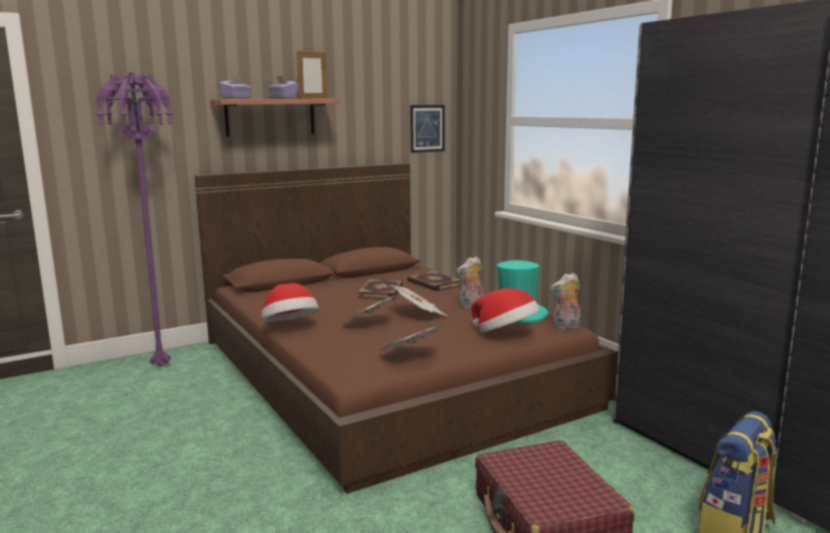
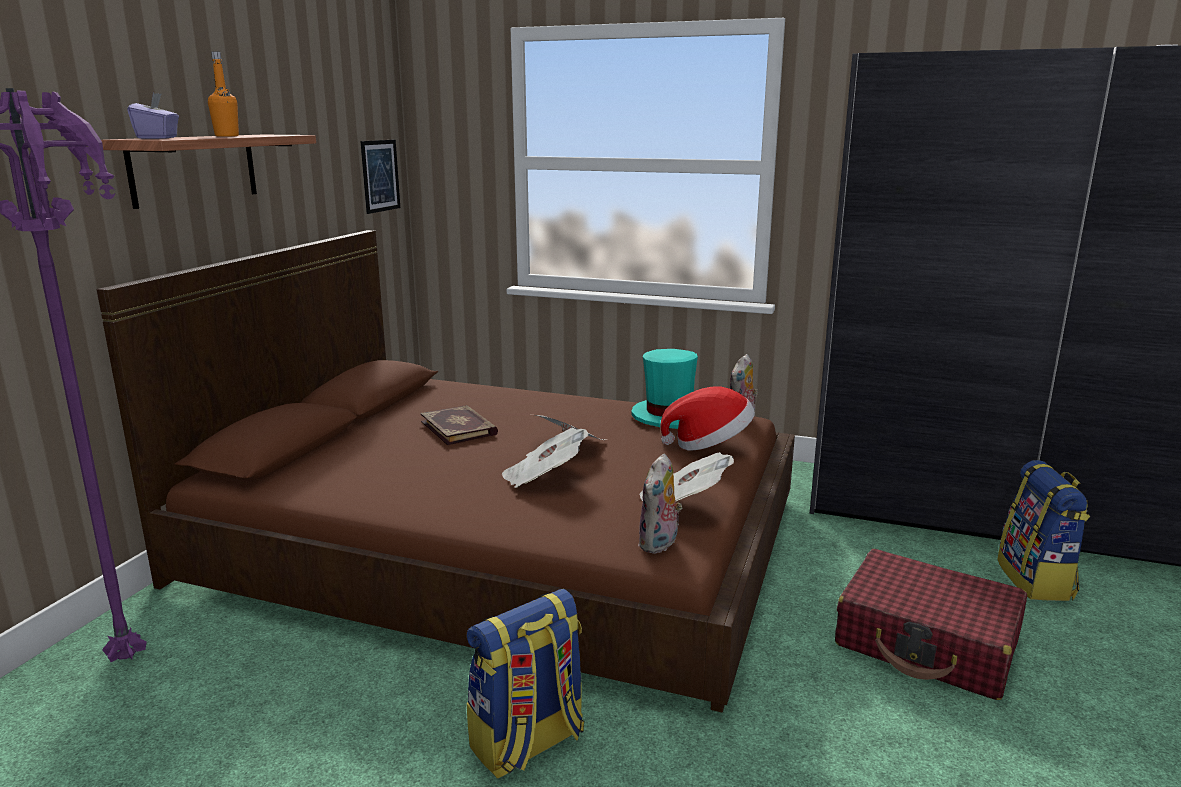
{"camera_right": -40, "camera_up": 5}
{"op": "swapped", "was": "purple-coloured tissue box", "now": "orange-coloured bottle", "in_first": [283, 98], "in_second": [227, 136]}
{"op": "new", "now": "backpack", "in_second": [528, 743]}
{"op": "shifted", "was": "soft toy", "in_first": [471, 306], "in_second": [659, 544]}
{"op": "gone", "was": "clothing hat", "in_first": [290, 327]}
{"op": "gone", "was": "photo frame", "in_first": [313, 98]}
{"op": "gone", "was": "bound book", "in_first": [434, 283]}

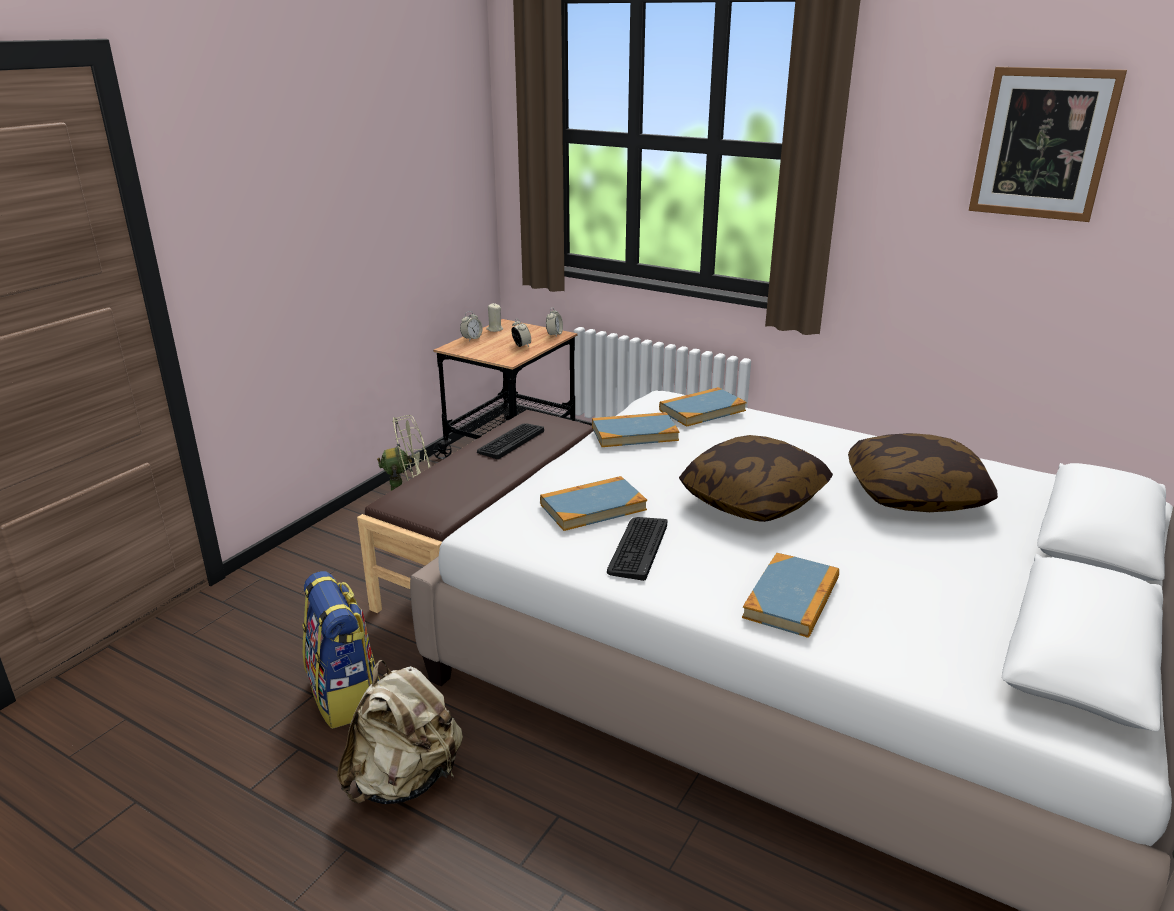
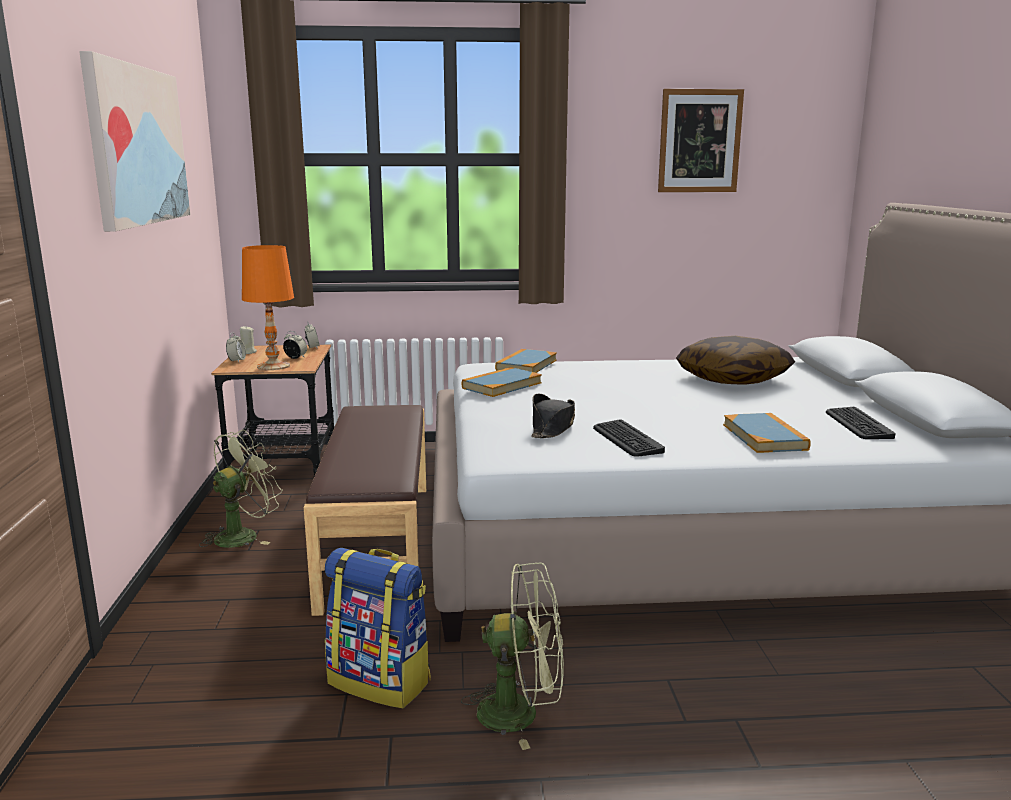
{"camera_right": -35, "camera_up": -10}
{"op": "new", "now": "picture", "in_second": [136, 145]}
{"op": "new", "now": "orange-coloured lamp for a table", "in_second": [273, 366]}
{"op": "swapped", "was": "beige backpack", "now": "green cooling fan", "in_first": [405, 780], "in_second": [521, 712]}
{"op": "swapped", "was": "bound book", "now": "blackish clothing hat", "in_first": [593, 507], "in_second": [552, 427]}
{"op": "shifted", "was": "PC keyboard", "in_first": [510, 441], "in_second": [858, 424]}
{"op": "gone", "was": "throw pillow", "in_first": [753, 499]}

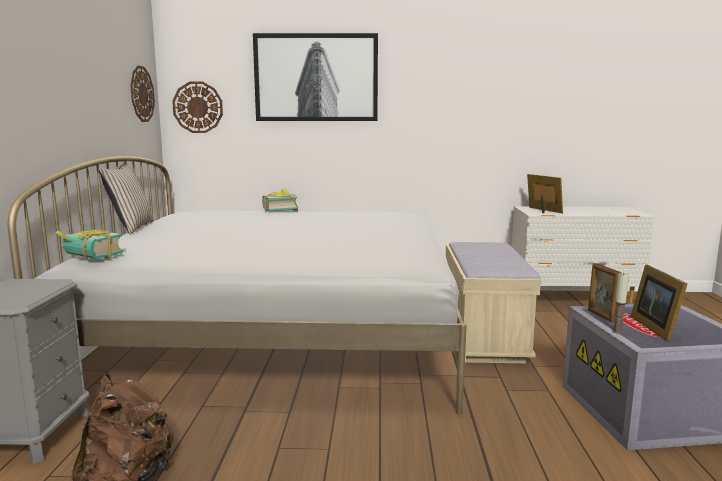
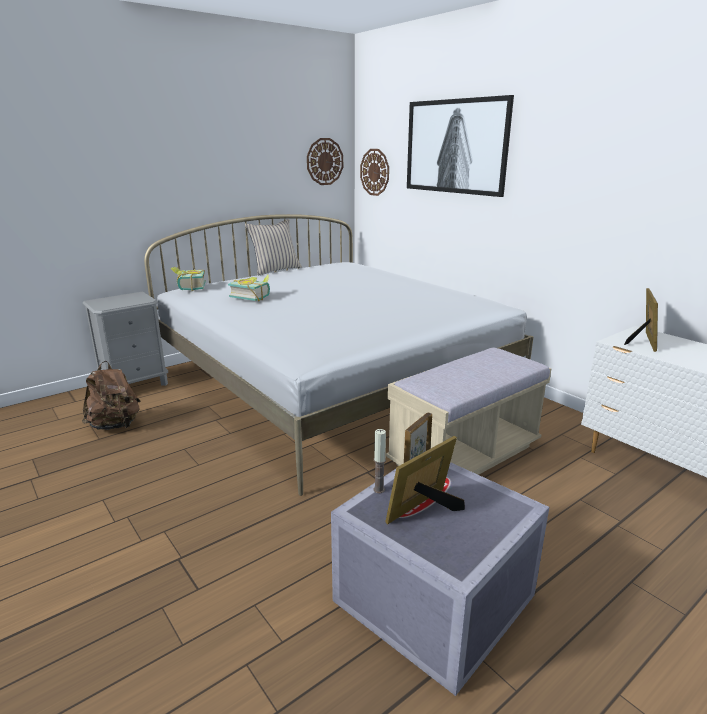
{"camera_right": 50, "camera_up": 10}
{"op": "shifted", "was": "bound book", "in_first": [279, 210], "in_second": [252, 297]}

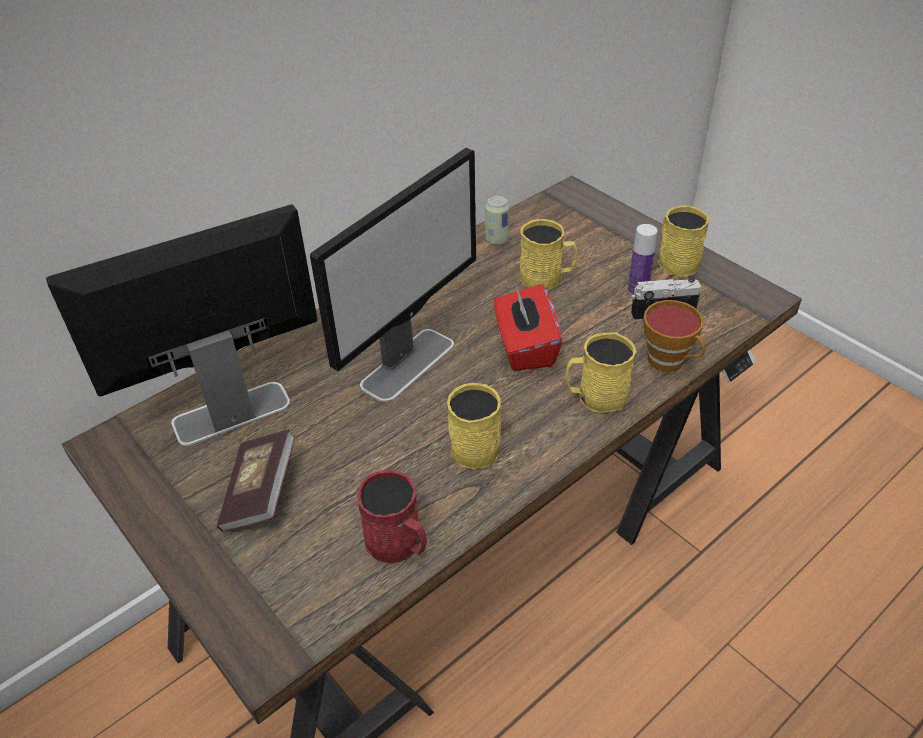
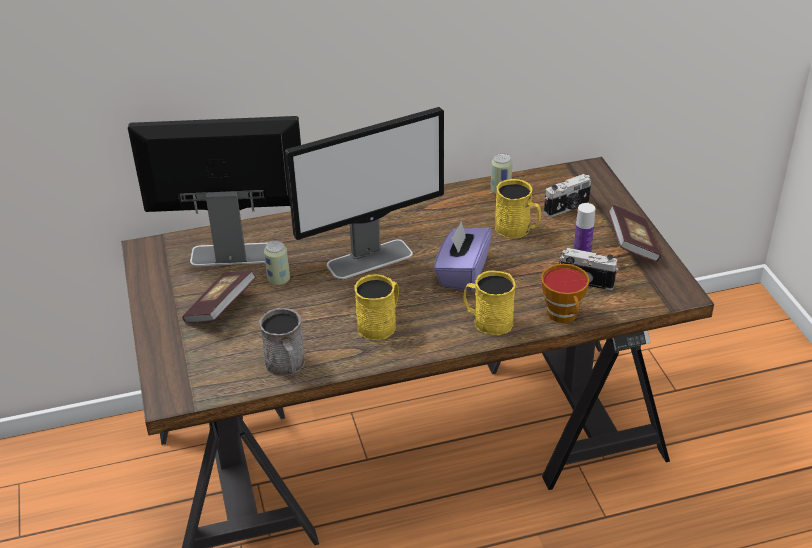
{"camera_right": 25, "camera_up": -5}
{"op": "repainted", "was": "red coffee mug", "now": "greyish coffee mug", "in_first": [399, 544], "in_second": [287, 366]}
{"op": "new", "now": "sealed can", "in_second": [278, 280]}
{"op": "repainted", "was": "red tissue box", "now": "purple-coloured tissue box", "in_first": [525, 347], "in_second": [462, 273]}
{"op": "new", "now": "still camera", "in_second": [567, 208]}
{"op": "swapped", "was": "yellow-coloured coffee mug", "now": "bound book", "in_first": [675, 260], "in_second": [632, 245]}

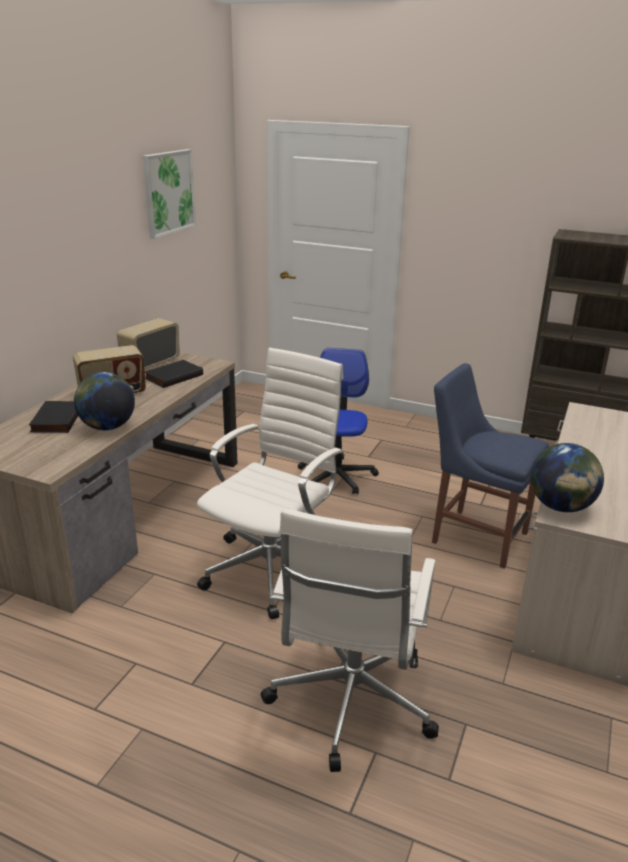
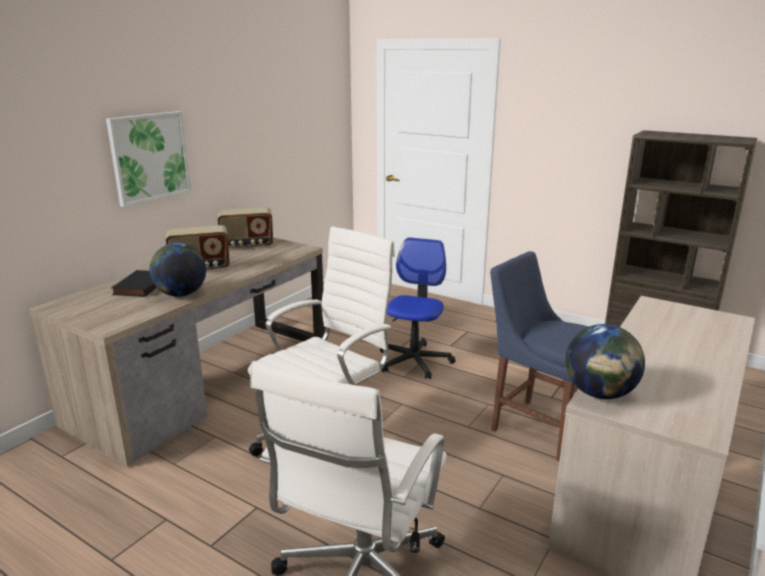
{"camera_right": 10, "camera_up": -5}
{"op": "shifted", "was": "picture", "in_first": [168, 192], "in_second": [149, 157]}
{"op": "rotated", "was": "radio set", "in_first": [150, 363], "in_second": [247, 246], "clockwise": -150}
{"op": "gone", "was": "blackish bound book", "in_first": [173, 376]}

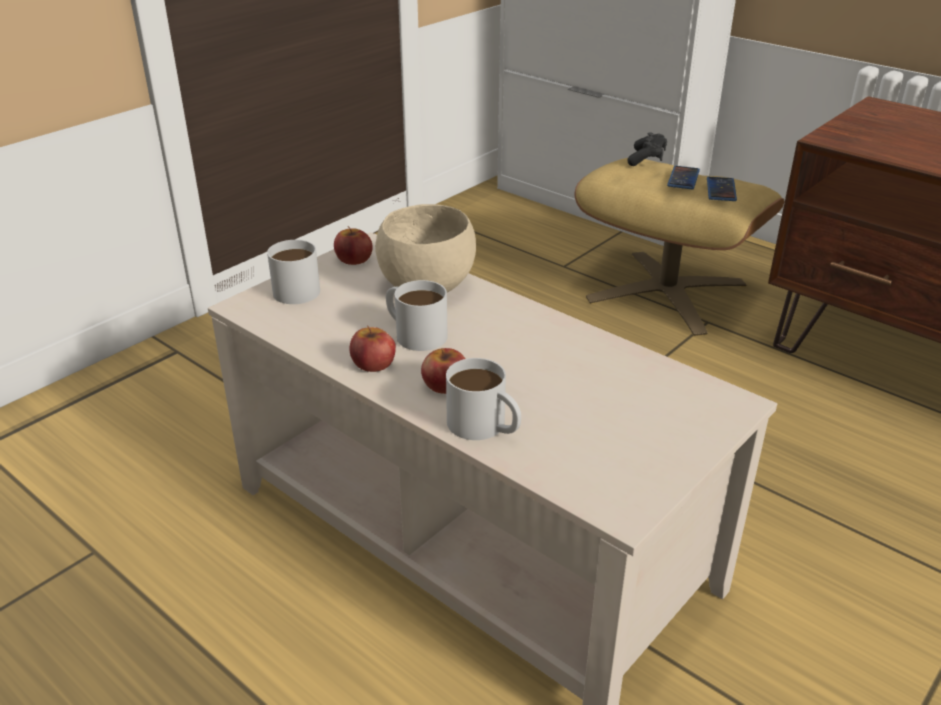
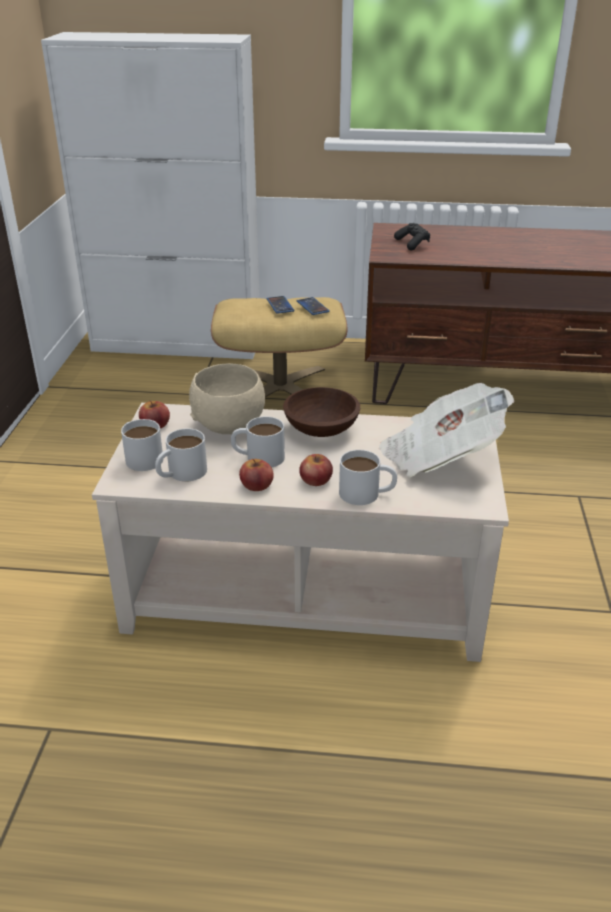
{"camera_right": -35, "camera_up": 0}
{"op": "new", "now": "white-coloured coffee mug", "in_second": [181, 473]}
{"op": "new", "now": "brown-coloured deep dish", "in_second": [320, 429]}
{"op": "new", "now": "newspaper", "in_second": [440, 456]}
{"op": "shifted", "was": "blackish gamepad", "in_first": [646, 159], "in_second": [412, 244]}

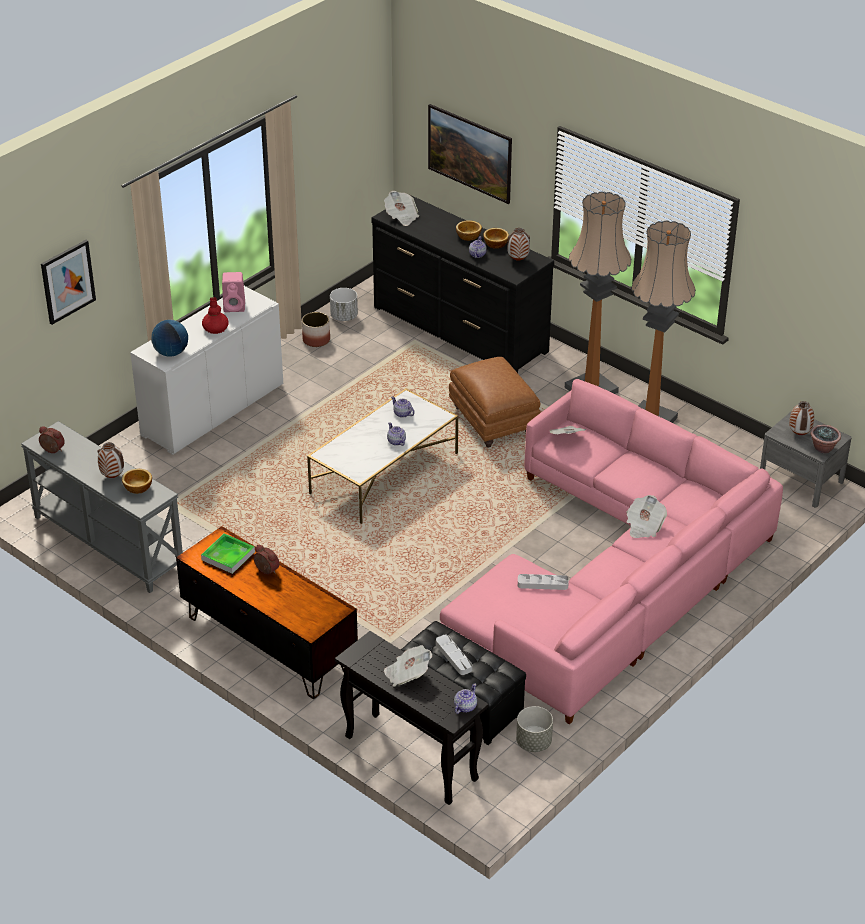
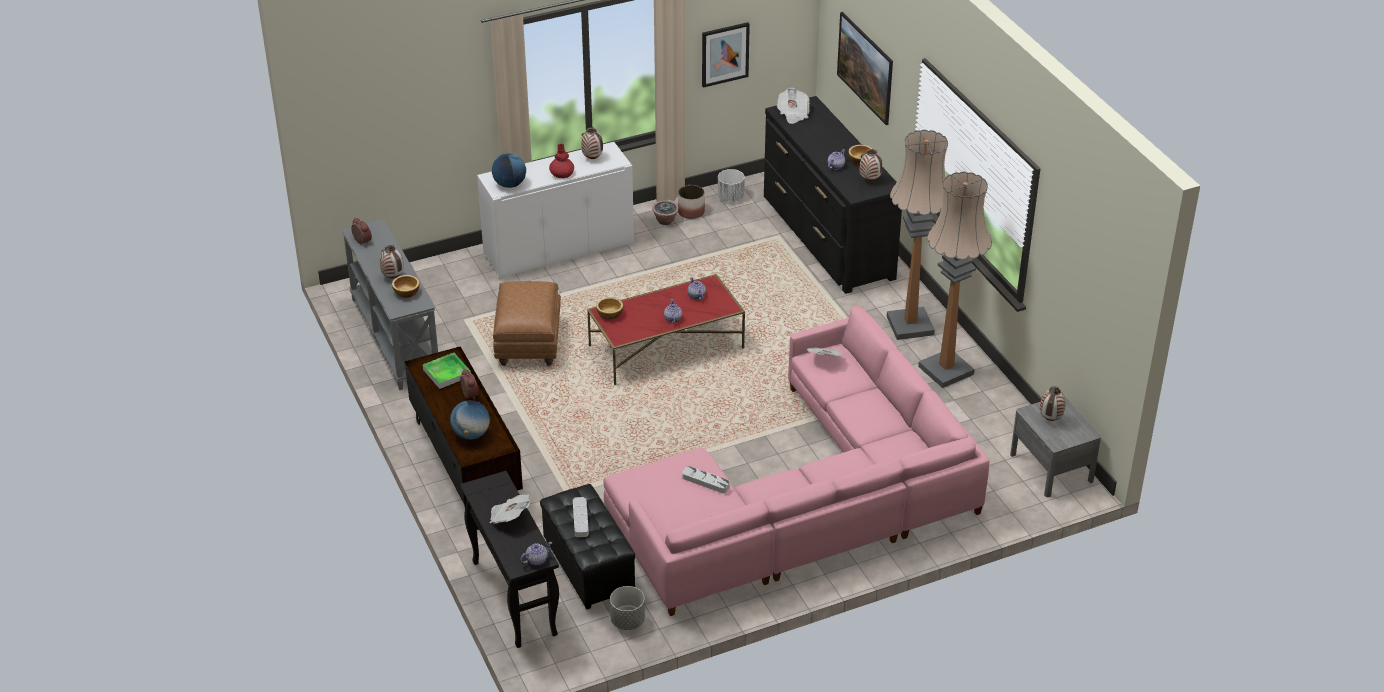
{"camera_right": 25, "camera_up": 0}
{"op": "new", "now": "globe", "in_second": [471, 434]}
{"op": "shifted", "was": "brown-coloured footrest", "in_first": [494, 422], "in_second": [529, 344]}
{"op": "swapped", "was": "pink audio speaker", "now": "vase", "in_first": [235, 306], "in_second": [593, 158]}
{"op": "repainted", "was": "white-coloured coffee table", "now": "red coffee table", "in_first": [384, 474], "in_second": [666, 347]}
{"op": "shifted", "was": "deep dish", "in_first": [468, 236], "in_second": [609, 314]}
{"op": "shifted", "was": "houseplant", "in_first": [823, 448], "in_second": [665, 221]}
{"op": "shifted", "was": "picture", "in_first": [67, 281], "in_second": [725, 54]}
{"op": "gone", "was": "newspaper", "in_first": [644, 526]}

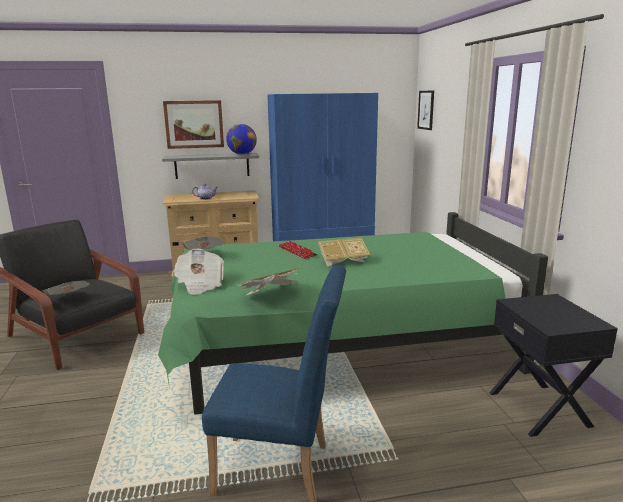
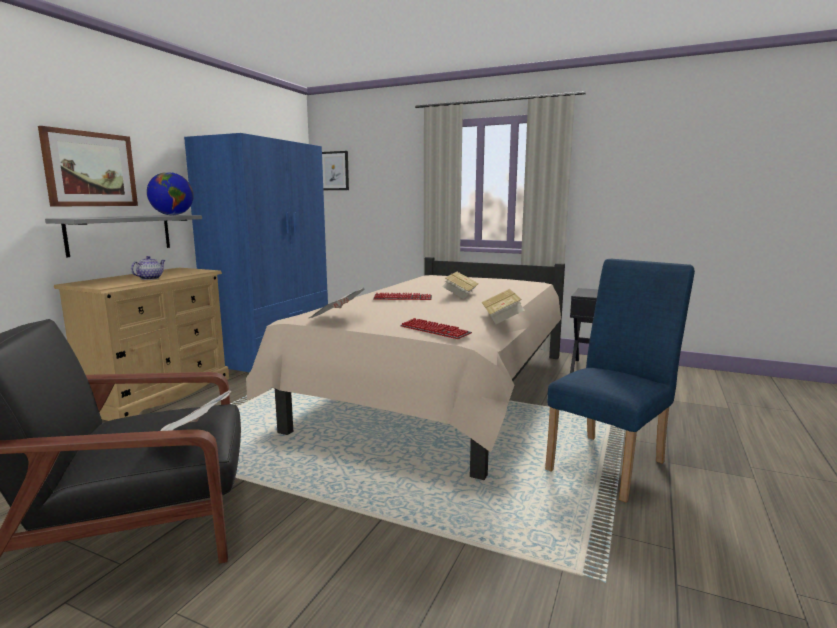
{"camera_right": -55, "camera_up": -5}
{"op": "repainted", "was": "green bed", "now": "beige bed", "in_first": [335, 347], "in_second": [441, 392]}
{"op": "swapped", "was": "newspaper", "now": "PC keyboard", "in_first": [200, 284], "in_second": [434, 331]}

